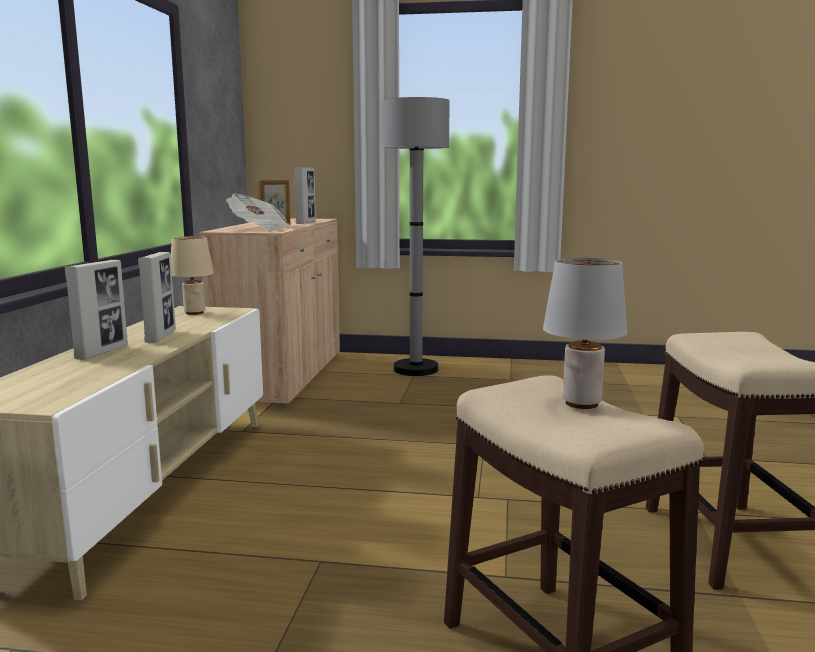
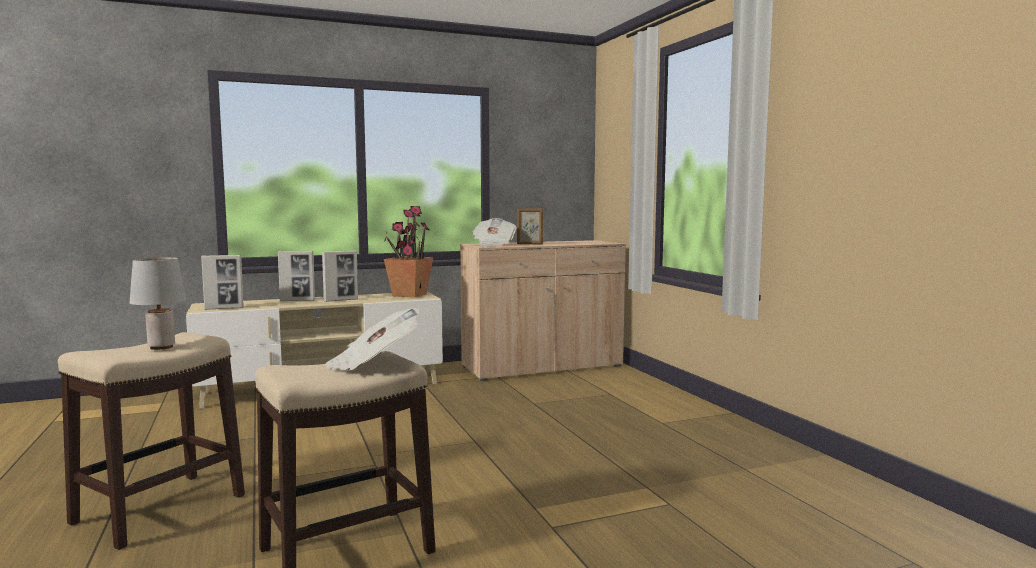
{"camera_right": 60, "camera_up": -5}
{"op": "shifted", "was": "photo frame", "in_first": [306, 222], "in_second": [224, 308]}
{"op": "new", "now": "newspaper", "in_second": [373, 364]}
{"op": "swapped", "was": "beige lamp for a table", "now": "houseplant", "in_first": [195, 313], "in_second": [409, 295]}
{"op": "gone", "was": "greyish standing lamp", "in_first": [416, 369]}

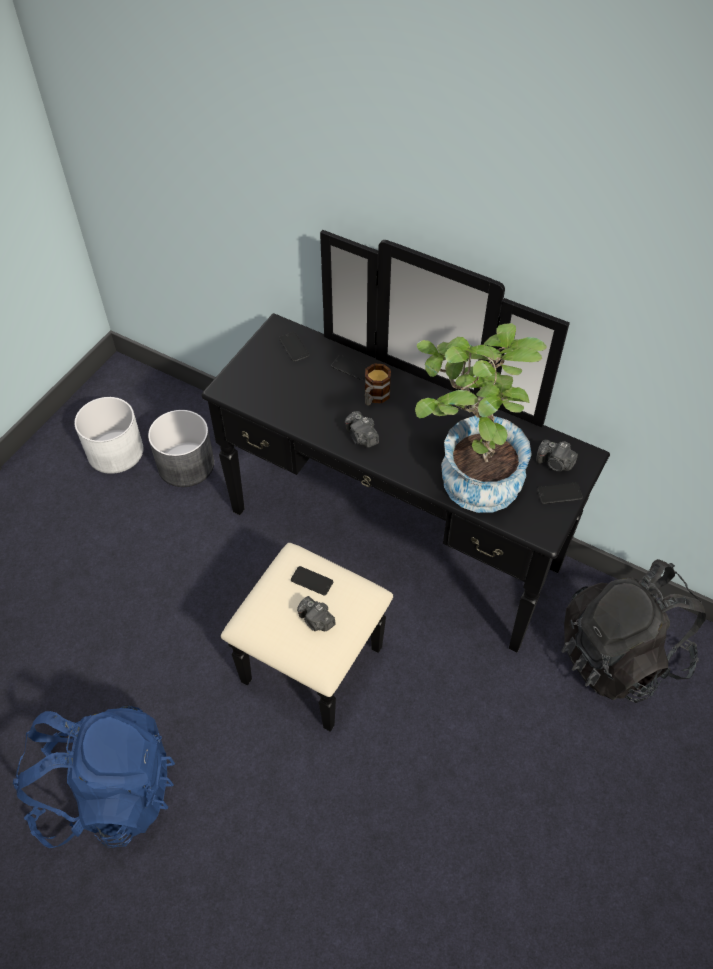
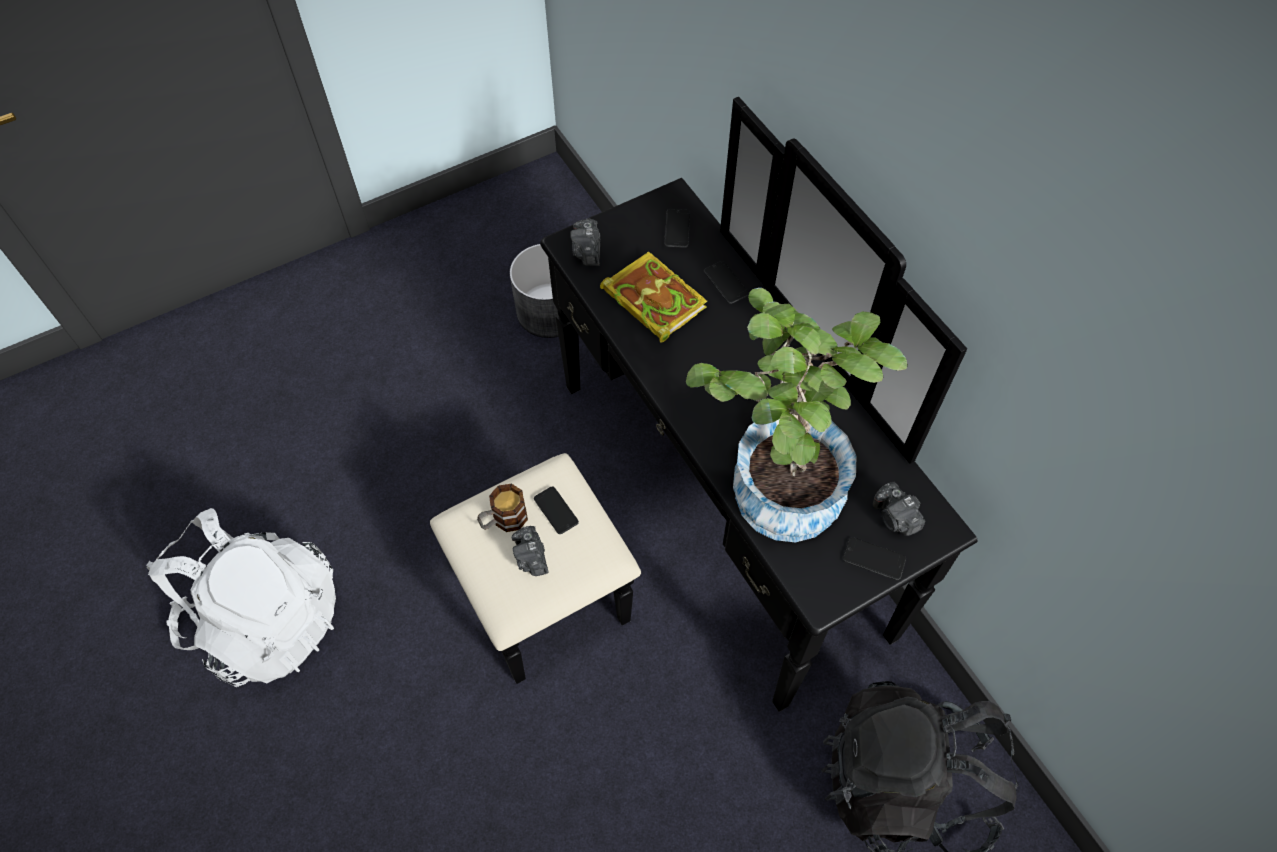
{"camera_right": 30, "camera_up": 5}
{"op": "repainted", "was": "blue backpack", "now": "white-coloured backpack", "in_first": [107, 791], "in_second": [266, 619]}
{"op": "shifted", "was": "coffee mug", "in_first": [374, 397], "in_second": [503, 520]}
{"op": "shifted", "was": "still camera", "in_first": [361, 437], "in_second": [587, 252]}
{"op": "new", "now": "bound book", "in_second": [651, 299]}
{"op": "gone", "was": "white-coloured flower pot", "in_first": [115, 451]}

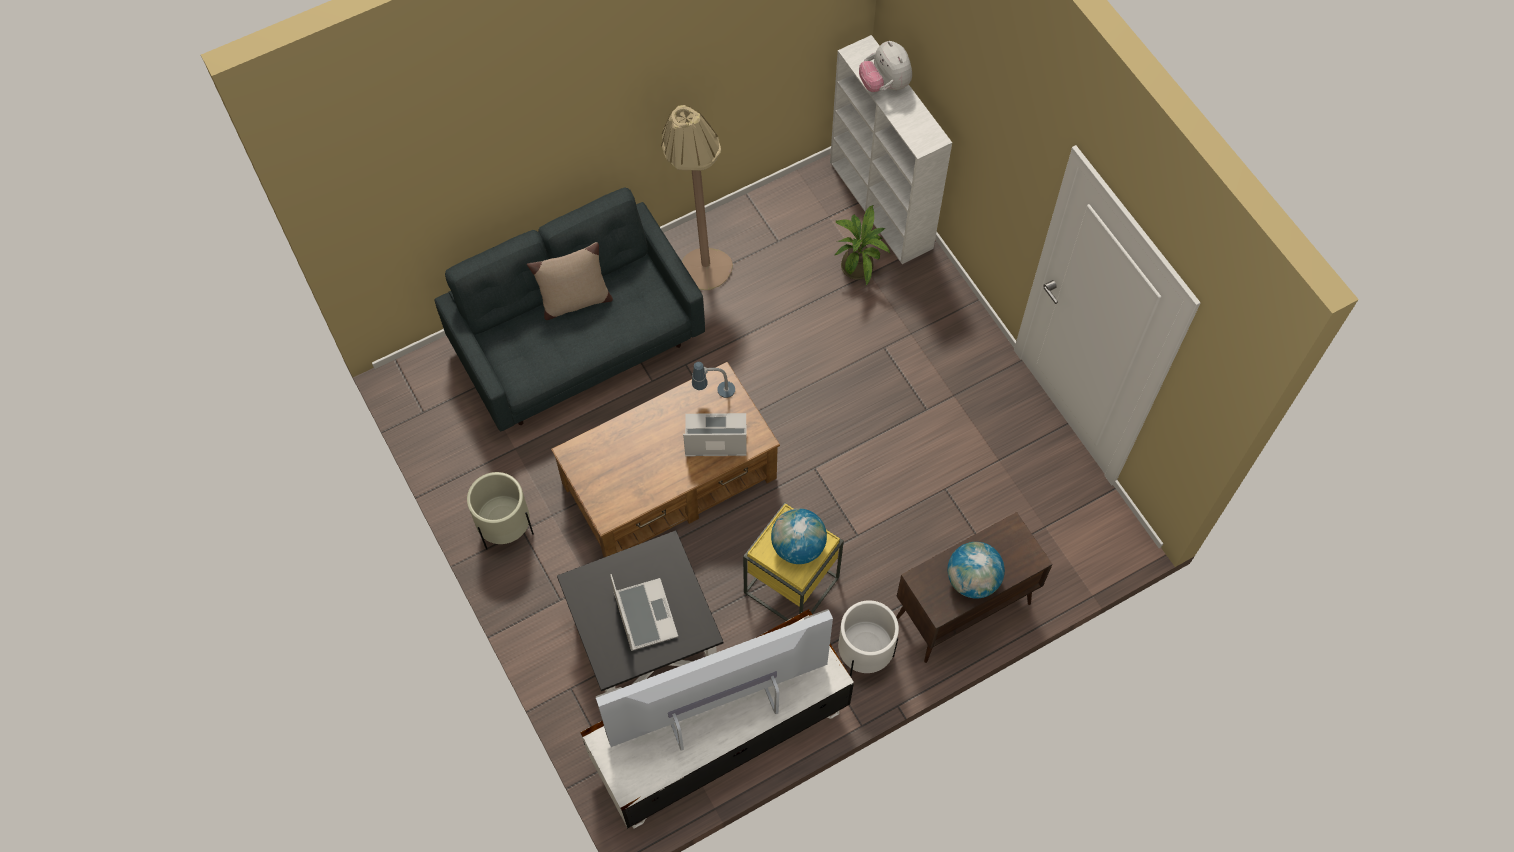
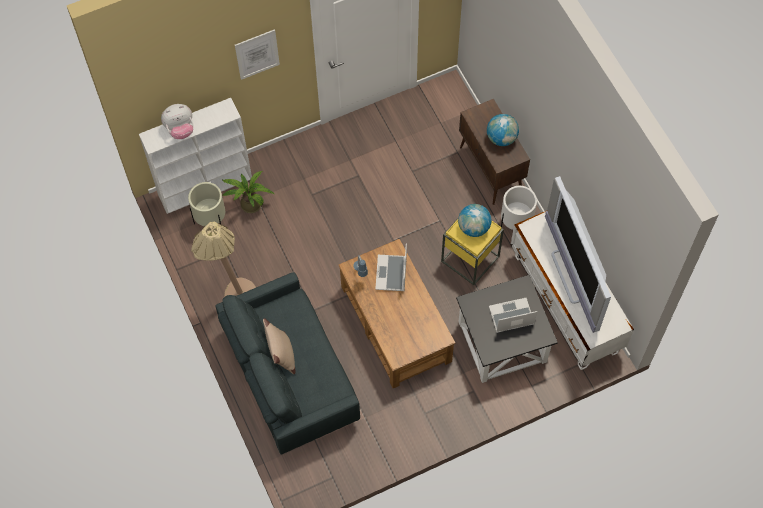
{"camera_right": -85, "camera_up": 0}
{"op": "shifted", "was": "beige flower pot", "in_first": [506, 529], "in_second": [210, 220]}
{"op": "new", "now": "picture", "in_second": [257, 54]}

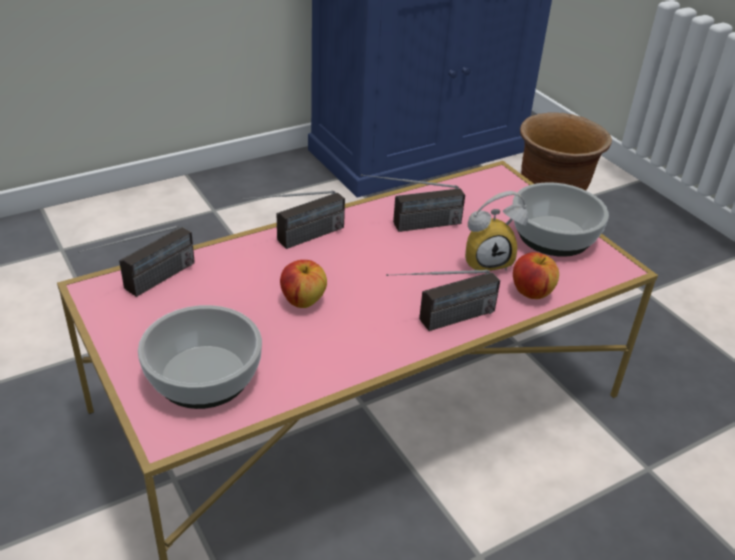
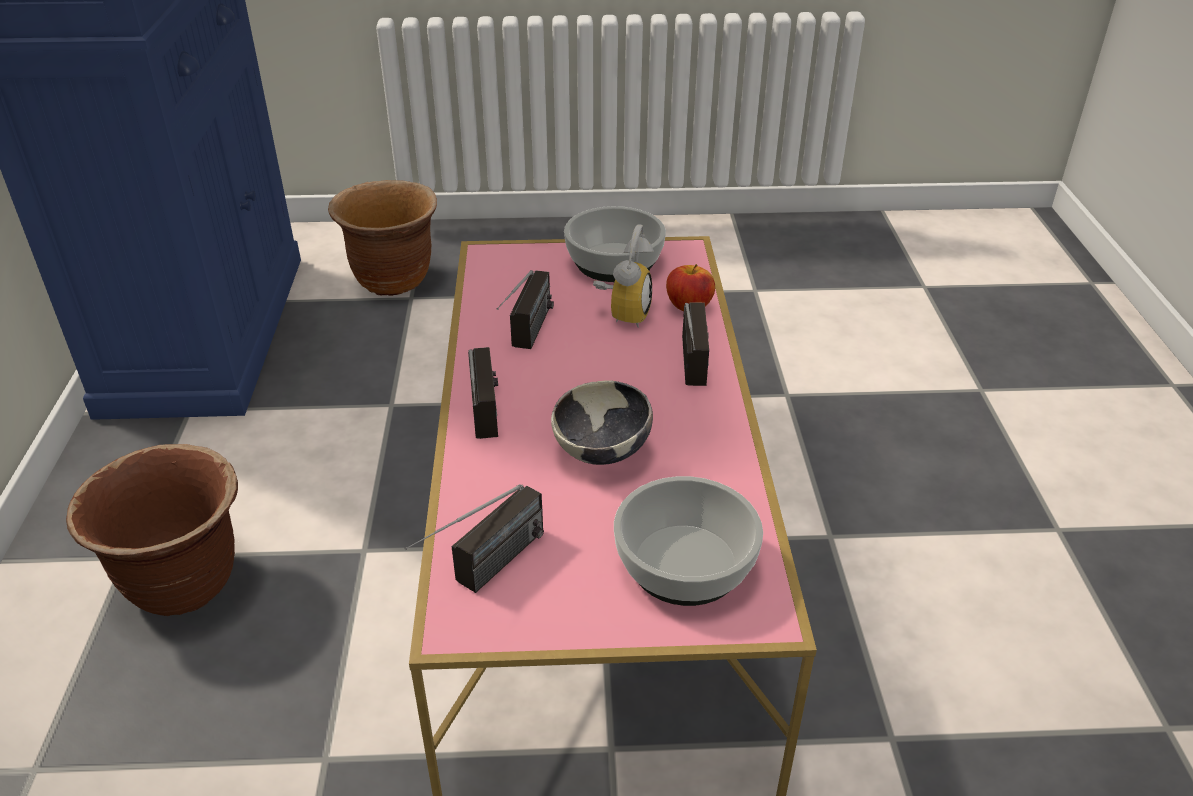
{"camera_right": -60, "camera_up": 0}
{"op": "new", "now": "brown-coloured flower pot", "in_second": [184, 583]}
{"op": "rotated", "was": "radio set", "in_first": [145, 286], "in_second": [484, 574], "clockwise": 60}
{"op": "swapped", "was": "apple fruit", "now": "deep dish", "in_first": [303, 300], "in_second": [602, 452]}

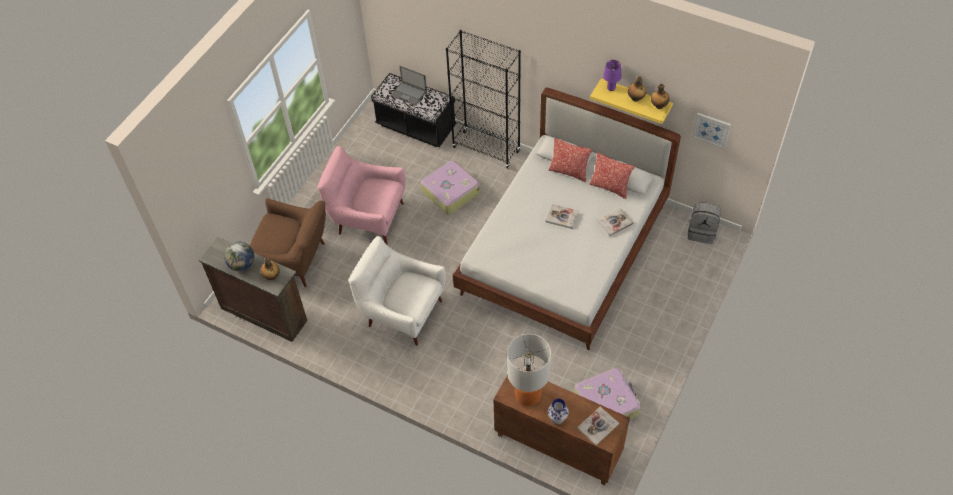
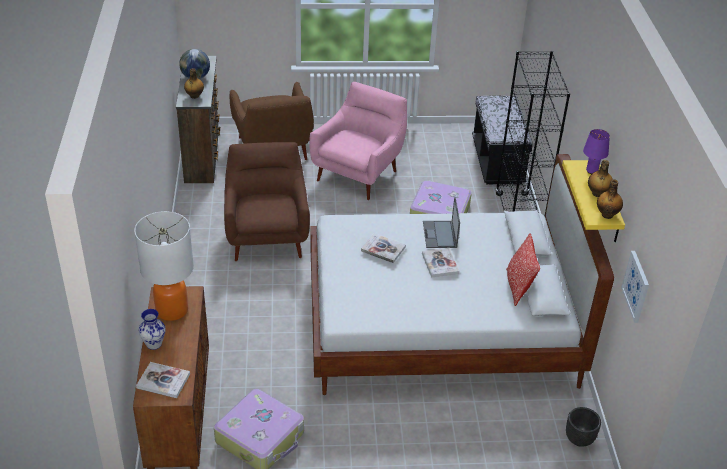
{"camera_right": 55, "camera_up": -15}
{"op": "repainted", "was": "white-coloured easy chair", "now": "brown-coloured easy chair", "in_first": [402, 312], "in_second": [267, 236]}
{"op": "rotated", "was": "pink easy chair", "in_first": [367, 218], "in_second": [359, 174], "clockwise": 45}
{"op": "shifted", "was": "bound book", "in_first": [615, 222], "in_second": [383, 249]}
{"op": "shifted", "was": "portable computer", "in_first": [409, 93], "in_second": [440, 235]}
{"op": "swapped", "was": "greyish backpack", "now": "blackish flower pot", "in_first": [702, 232], "in_second": [579, 439]}
{"op": "gone", "was": "throw pillow", "in_first": [569, 172]}

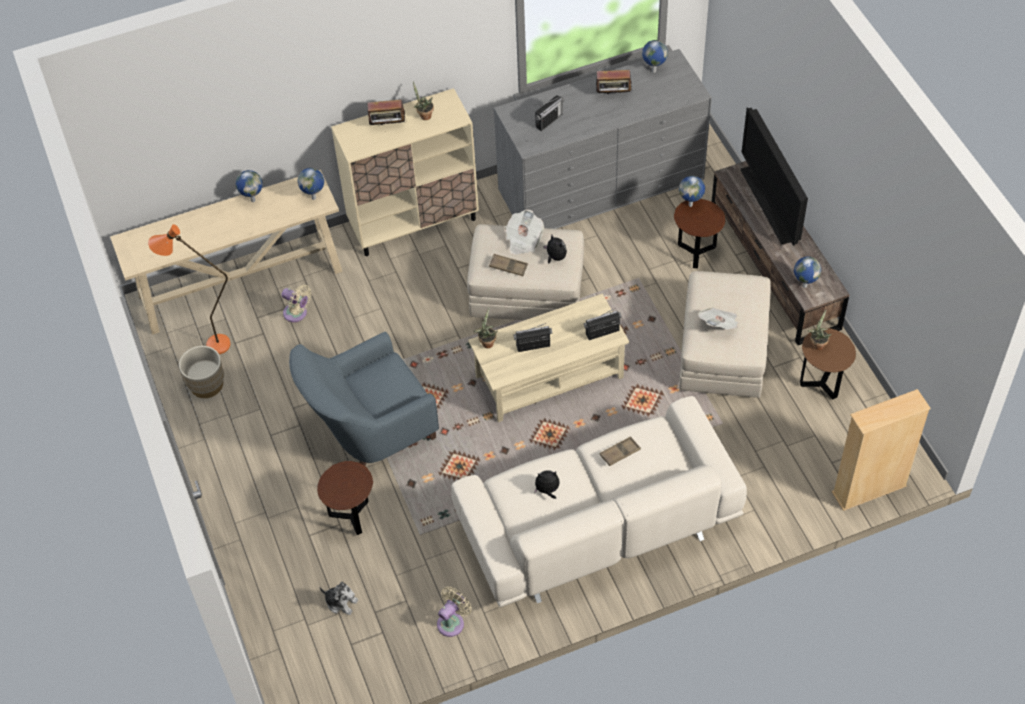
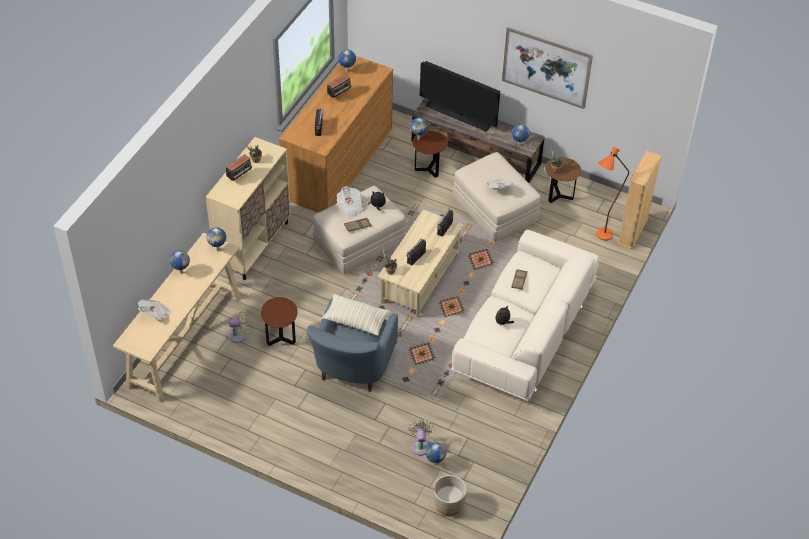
{"camera_right": -45, "camera_up": -5}
{"op": "new", "now": "newspaper", "in_second": [155, 314]}
{"op": "shifted", "was": "brown-coloured end table", "in_first": [352, 517], "in_second": [281, 338]}
{"op": "repainted", "was": "greyish drawer chest", "now": "brown-coloured drawer chest", "in_first": [601, 184], "in_second": [338, 163]}
{"op": "new", "now": "throw pillow", "in_second": [356, 320]}
{"op": "shifted", "was": "beige cooling fan", "in_first": [452, 622], "in_second": [420, 445]}
{"op": "swapped", "was": "soft toy", "now": "globe", "in_first": [341, 602], "in_second": [434, 463]}
{"op": "shifted", "was": "beige flower pot", "in_first": [206, 385], "in_second": [448, 505]}
{"op": "new", "now": "picture", "in_second": [546, 68]}
{"op": "shifted", "was": "orange-coloured standing lamp", "in_first": [209, 345], "in_second": [600, 238]}

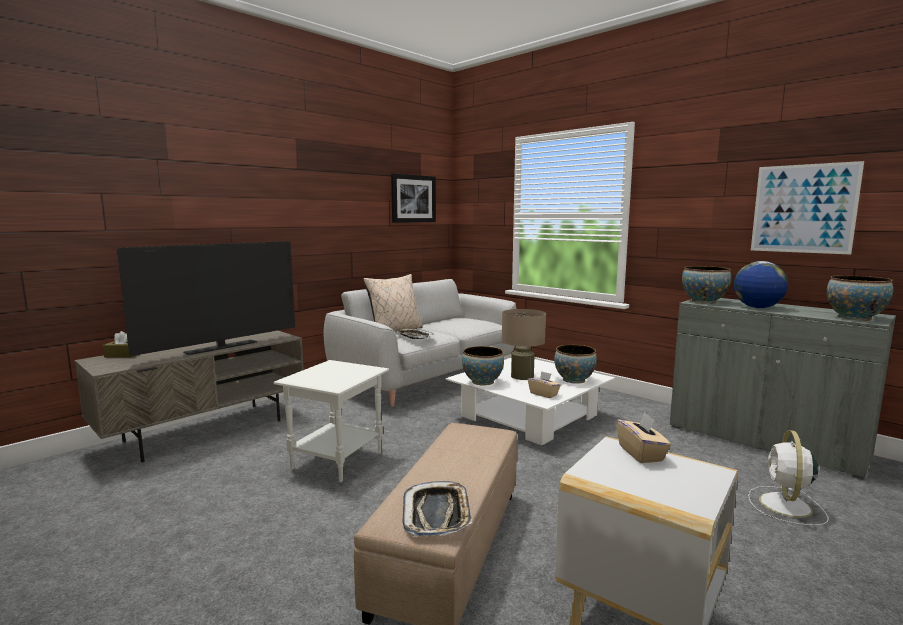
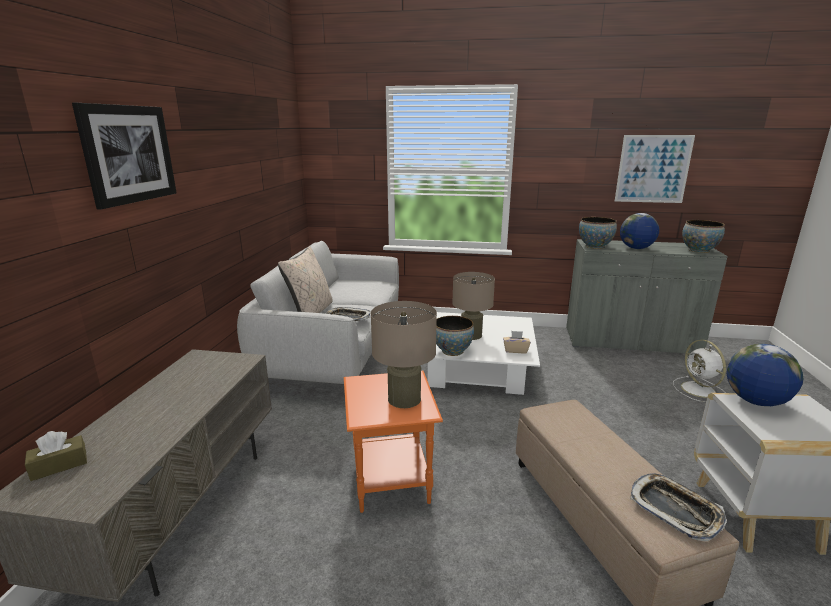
{"camera_right": -35, "camera_up": 10}
{"op": "shifted", "was": "picture", "in_first": [413, 199], "in_second": [128, 154]}
{"op": "repainted", "was": "white-coloured end table", "now": "orange-coloured end table", "in_first": [338, 460], "in_second": [390, 480]}
{"op": "new", "now": "beige lamp for a table", "in_second": [404, 399]}
{"op": "swapped", "was": "beige tissue box", "now": "globe", "in_first": [641, 453], "in_second": [755, 401]}
{"op": "gone", "was": "TV set", "in_first": [221, 347]}
{"op": "gone", "was": "deep dish", "in_first": [574, 380]}

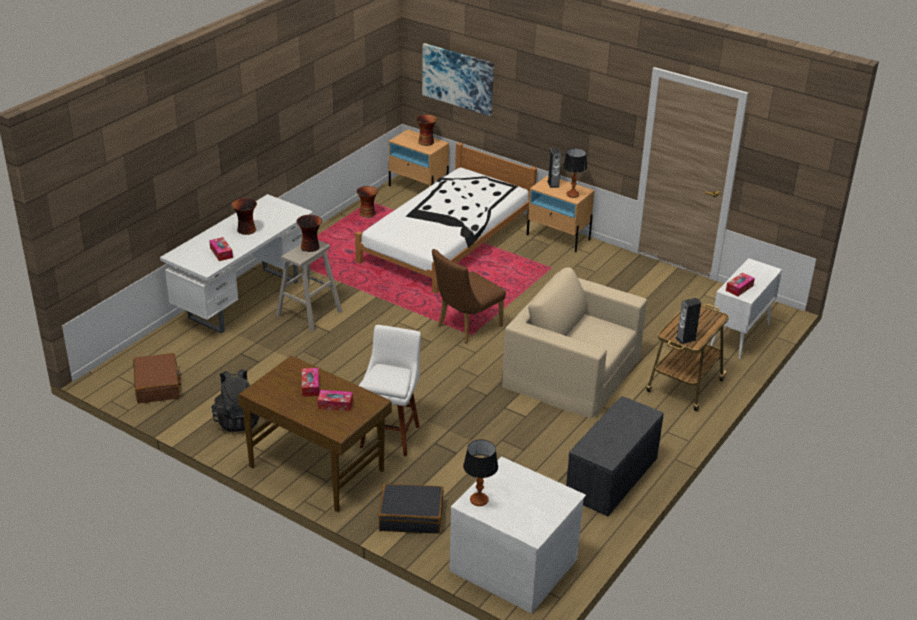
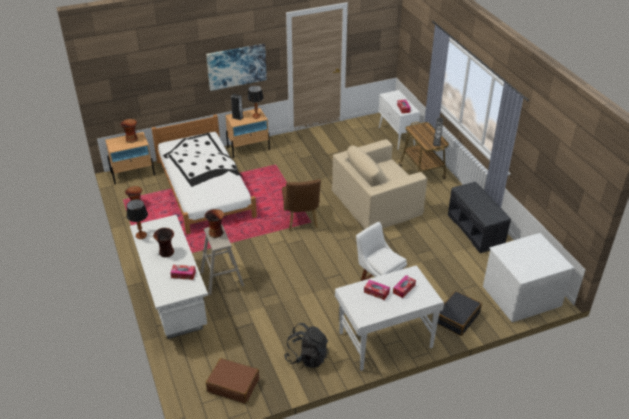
{"camera_right": -55, "camera_up": 5}
{"op": "shifted", "was": "lamp for a table", "in_first": [479, 500], "in_second": [141, 235]}
{"op": "shifted", "was": "picture", "in_first": [458, 78], "in_second": [236, 66]}
{"op": "repainted", "was": "brown-coloured desk table", "now": "white-coloured desk table", "in_first": [317, 467], "in_second": [384, 339]}

